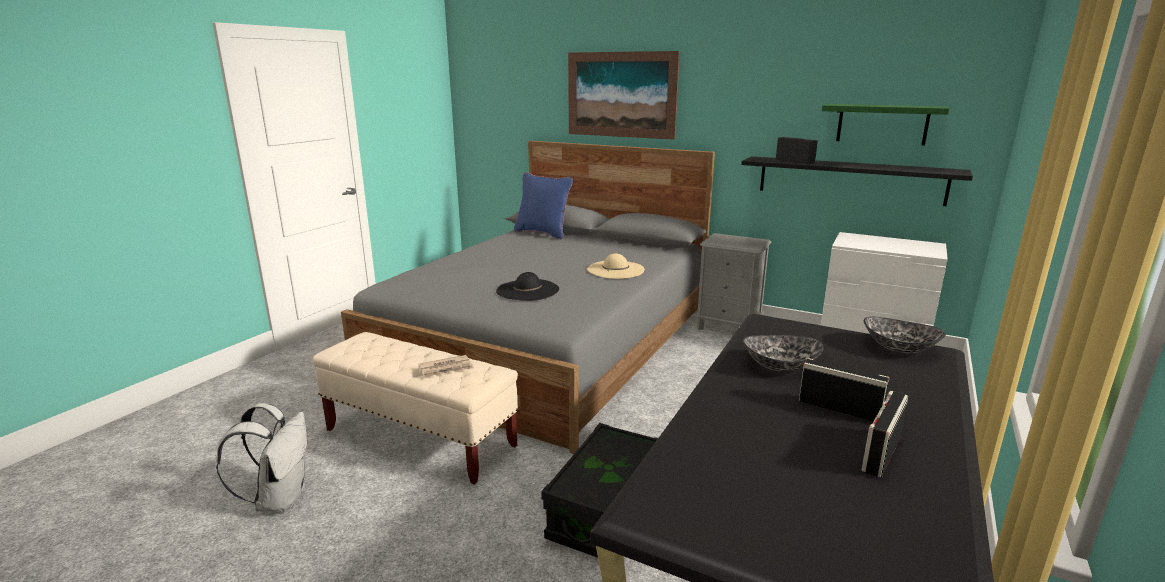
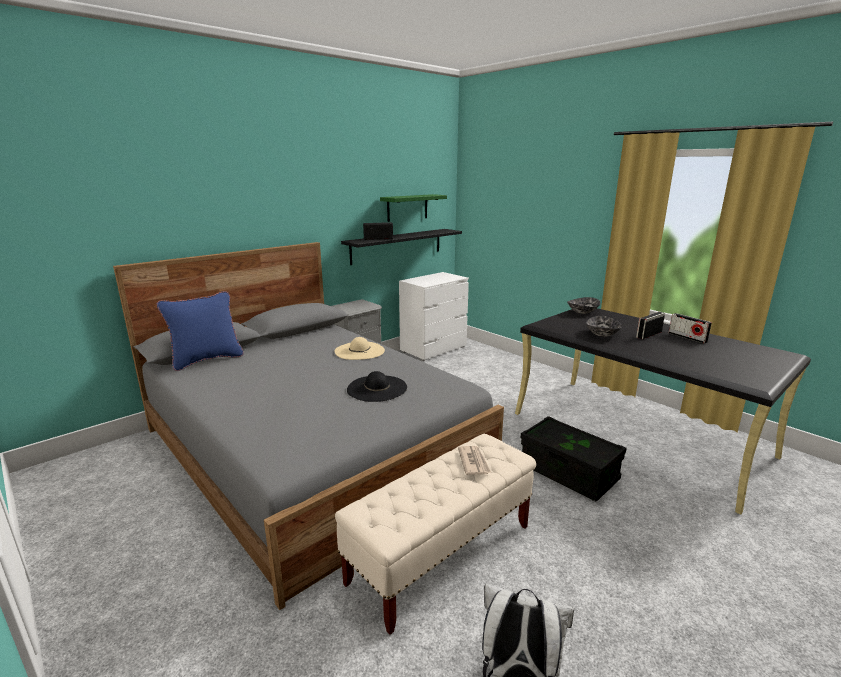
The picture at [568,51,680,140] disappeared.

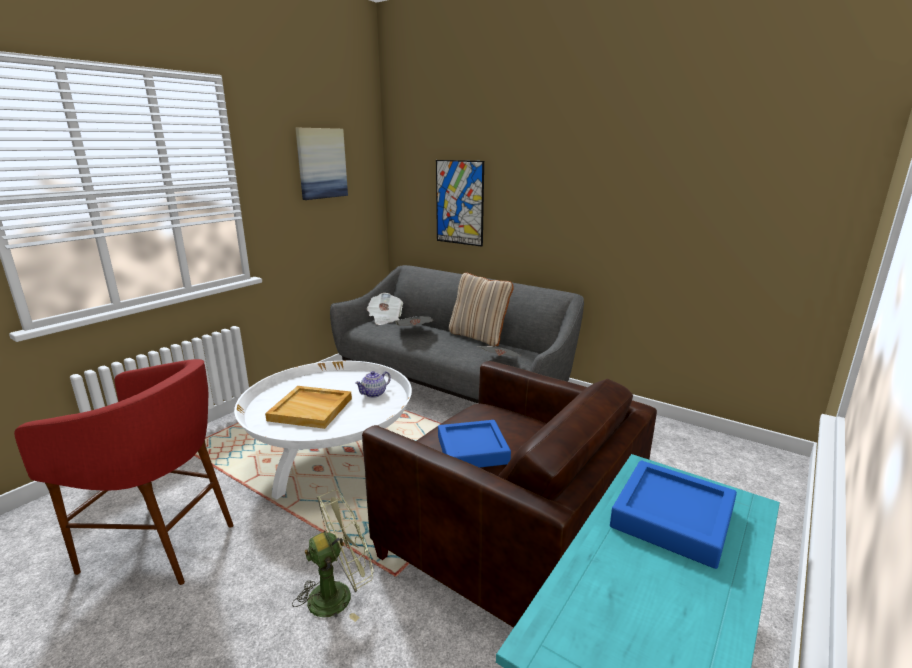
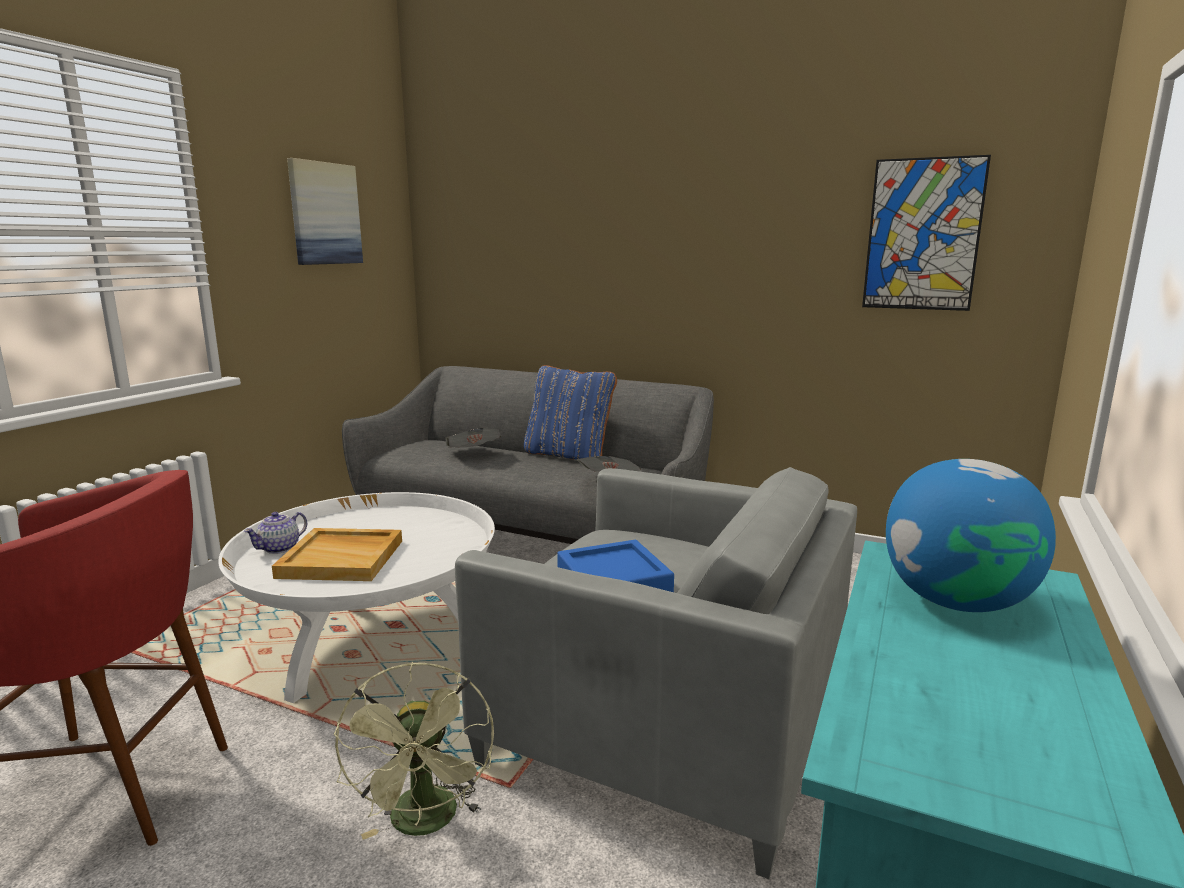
The teapot moved from [355,371,391,398] to [244,512,307,554].
The green fan at [292,490,374,622] turned 120 degrees clockwise.
The brown armchair at [362,361,657,628] became the grey armchair at [455,467,857,879].
The beige pillow at [449,272,514,346] became the blue pillow at [524,365,617,460].
The picture moved from [436,160,484,247] to [862,155,991,311].
The blue tray at [610,460,737,569] was replaced by the globe at [886,459,1056,612].
The newspaper at [367,293,403,325] disappeared.

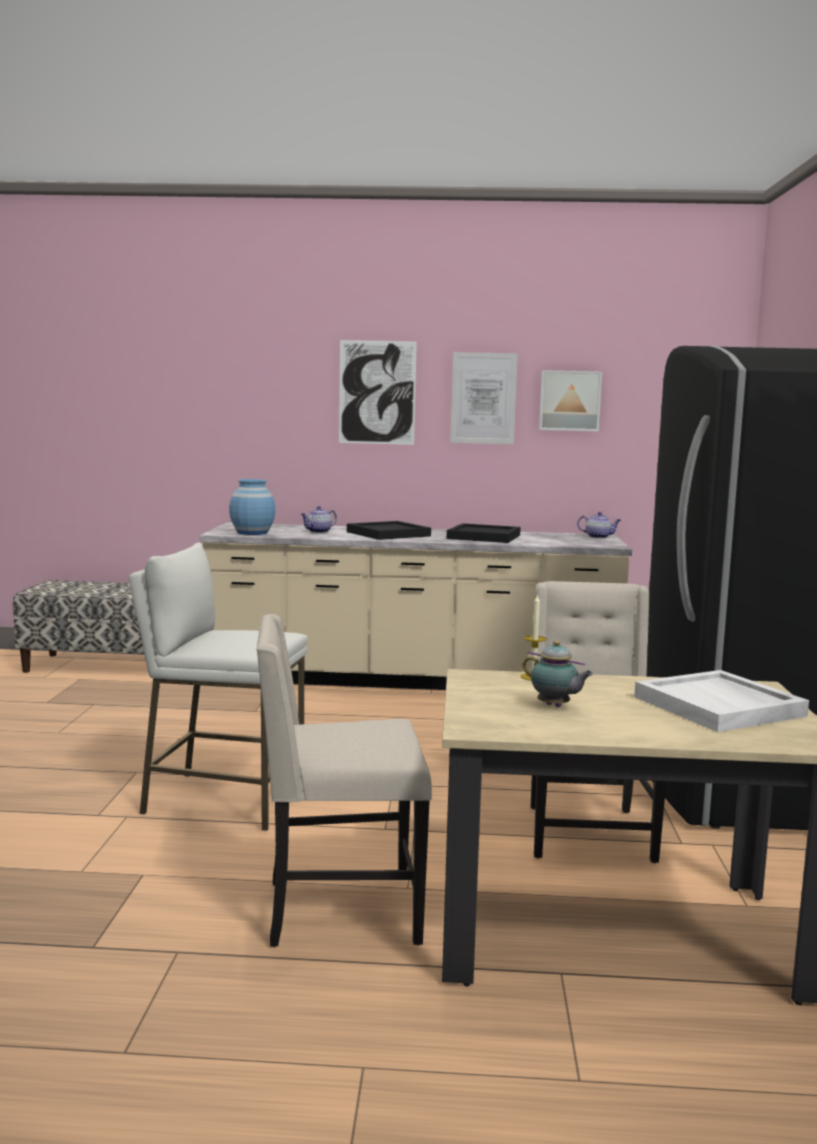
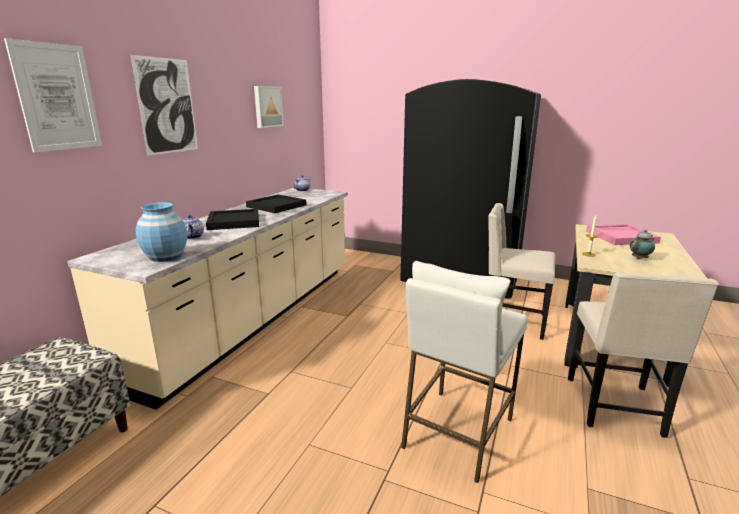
The picture moved from [450,352,518,444] to [4,38,102,153].
The white tray at [634,670,809,732] became the pink tray at [586,224,661,245].

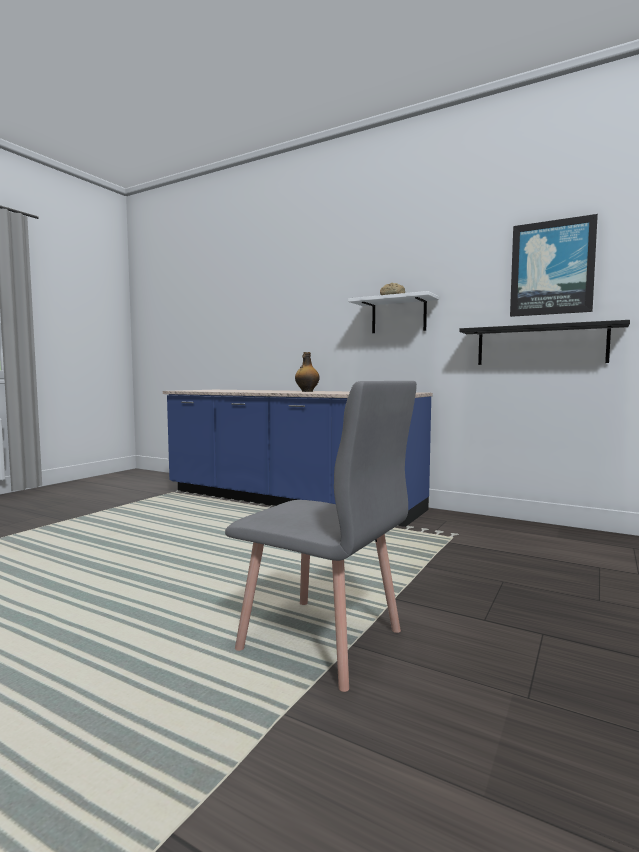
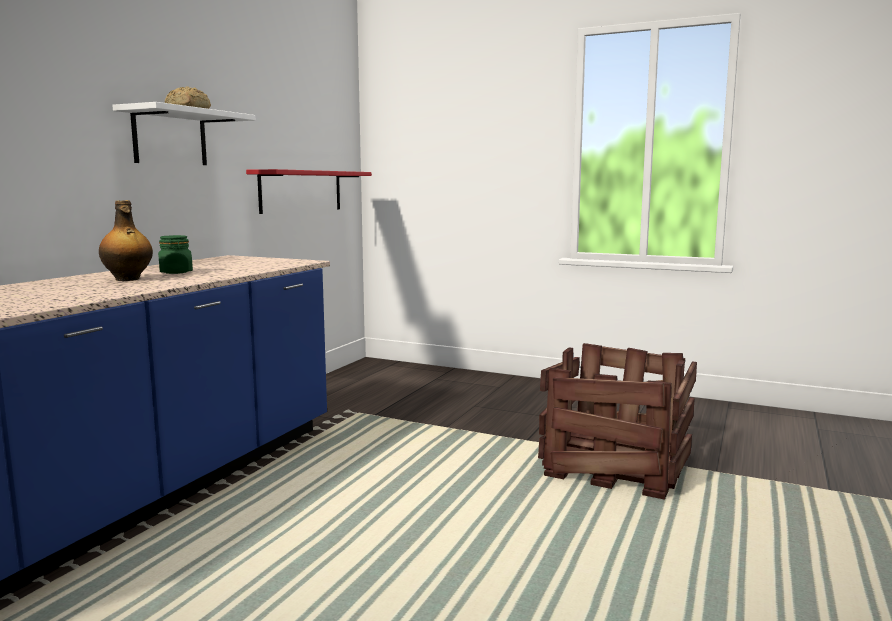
The green jar at [158,235,193,274] appeared.
The black shelf at [459,320,630,365] became the red shelf at [246,169,372,214].
The grey chair at [225,381,417,692] was replaced by the crate at [538,343,697,500].
The picture at [510,214,598,317] disappeared.

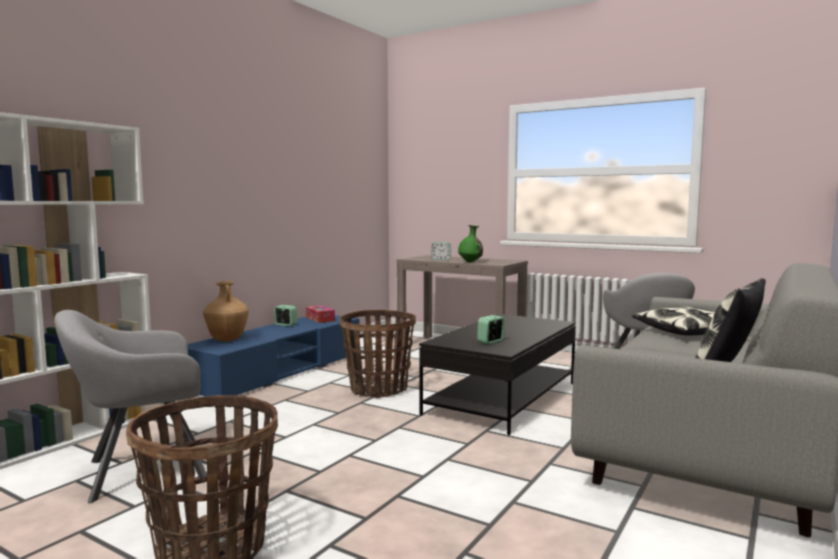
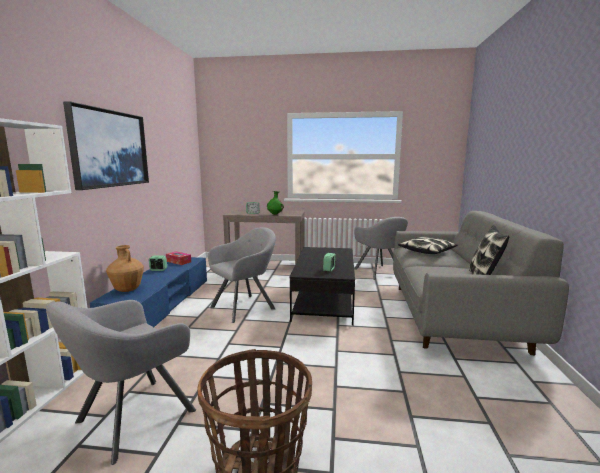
The picture at [63,101,149,190] appeared.
The basket at [339,310,416,398] was replaced by the grey armchair at [208,227,276,323].

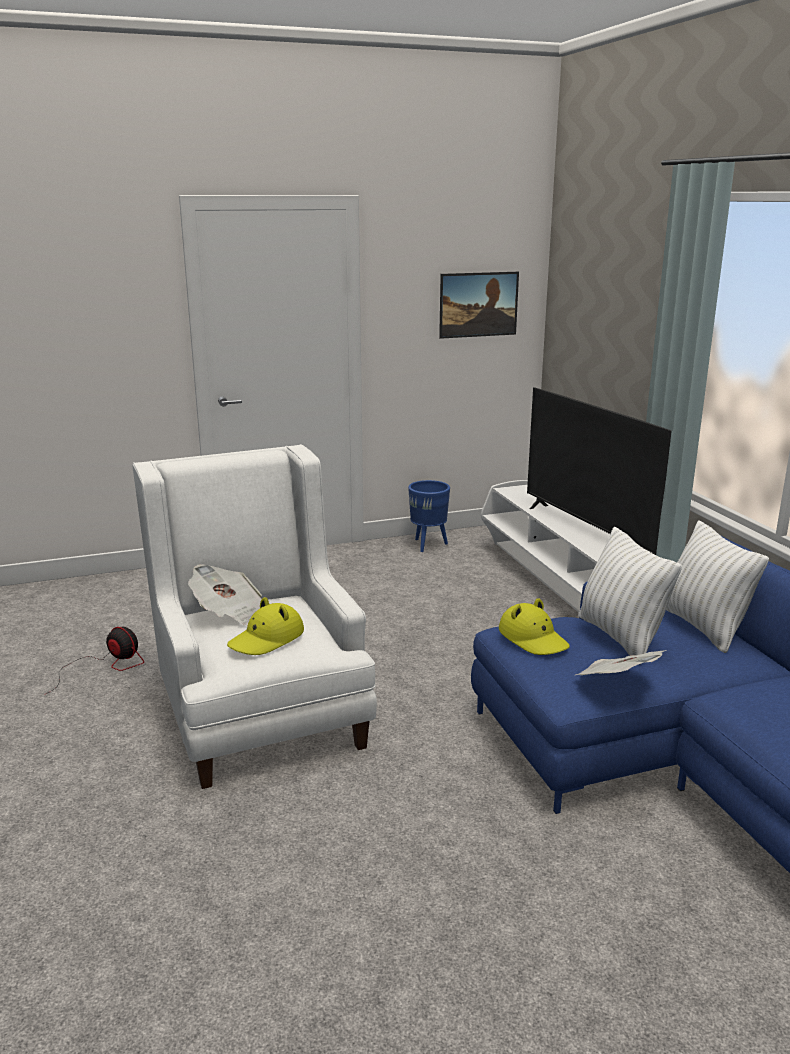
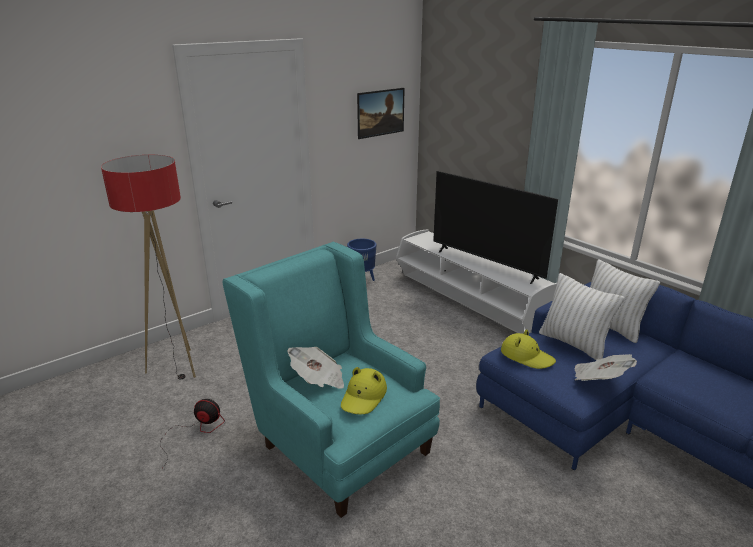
The floor lamp at [101,155,196,379] appeared.
The white armchair at [133,444,377,789] became the turquoise armchair at [222,242,440,518].

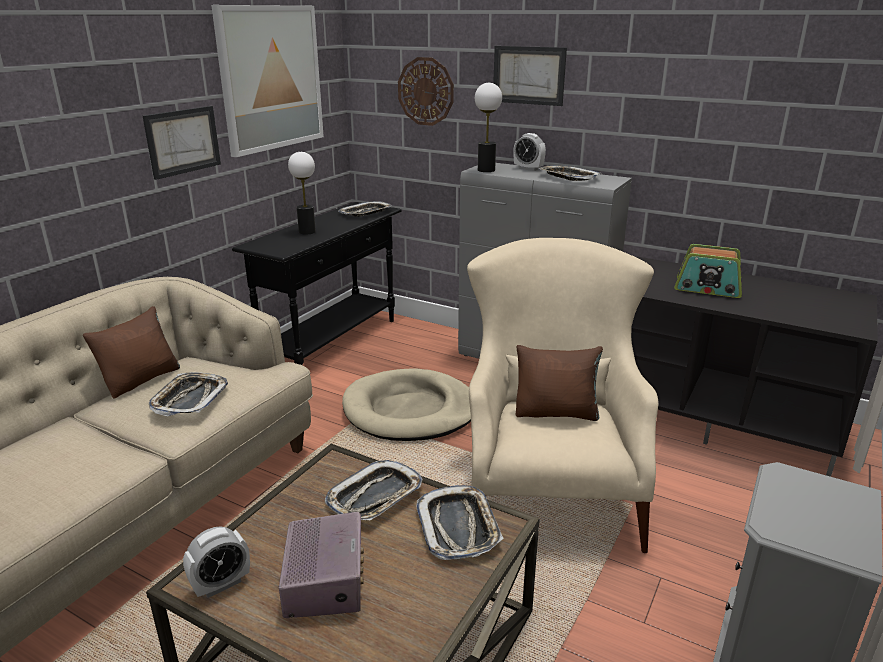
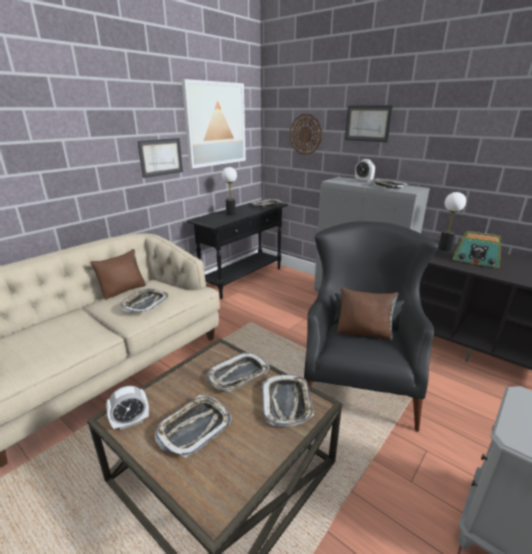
The radio at [278,512,364,618] was replaced by the tray at [155,395,232,458].
The beige armchair at [467,238,658,553] became the black armchair at [304,221,438,432].
The table lamp moved from [475,83,502,172] to [438,192,466,251].
The beige dog bed at [342,368,471,441] disappeared.

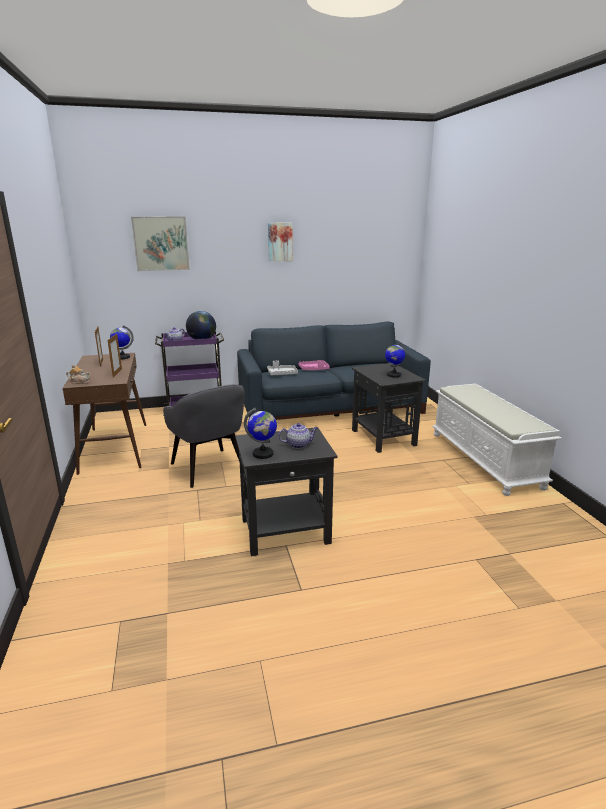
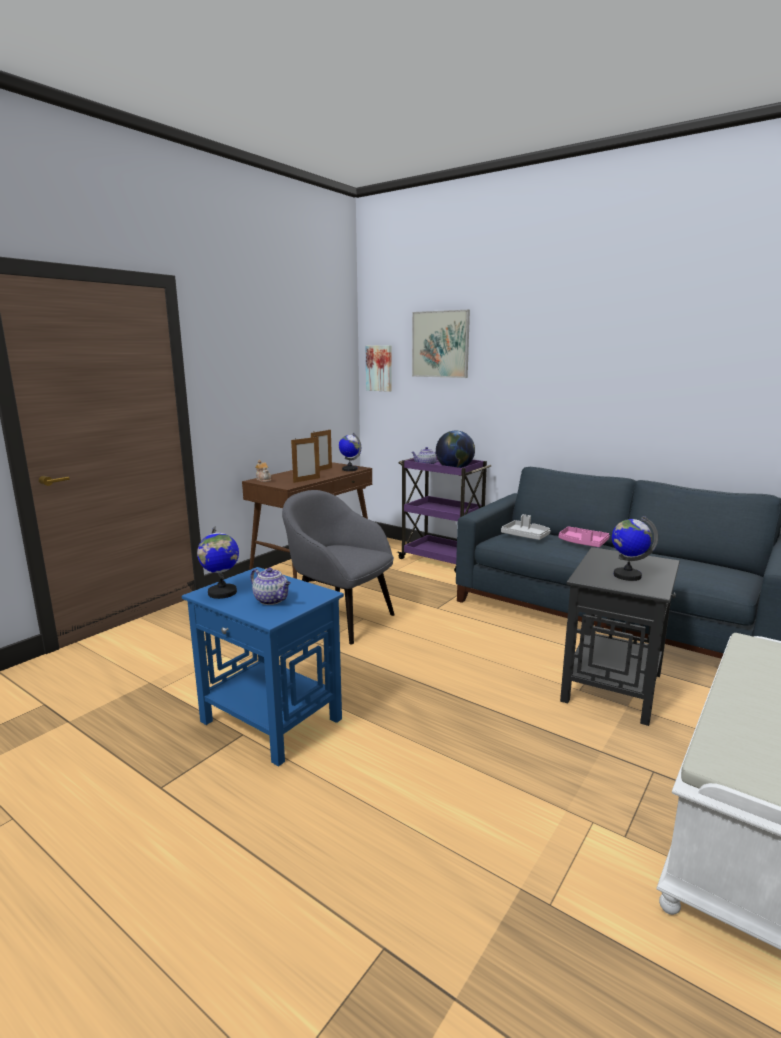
The black side table at [235,428,337,556] became the blue side table at [182,567,344,767].
The grey armchair at [163,384,244,488] turned 105 degrees clockwise.
The picture moved from [268,223,293,262] to [366,345,392,392].

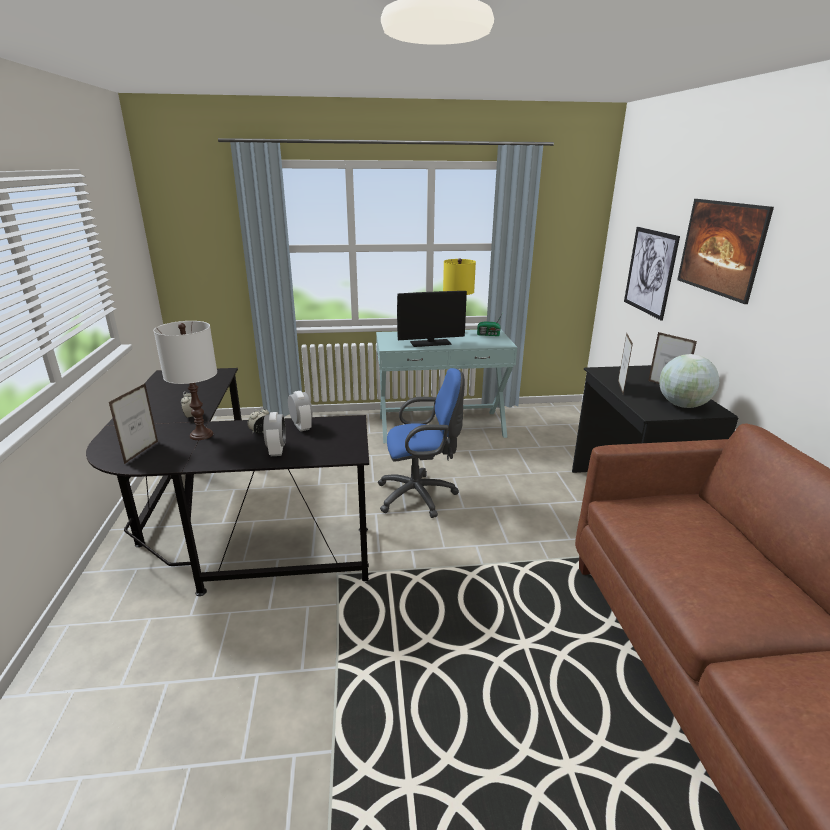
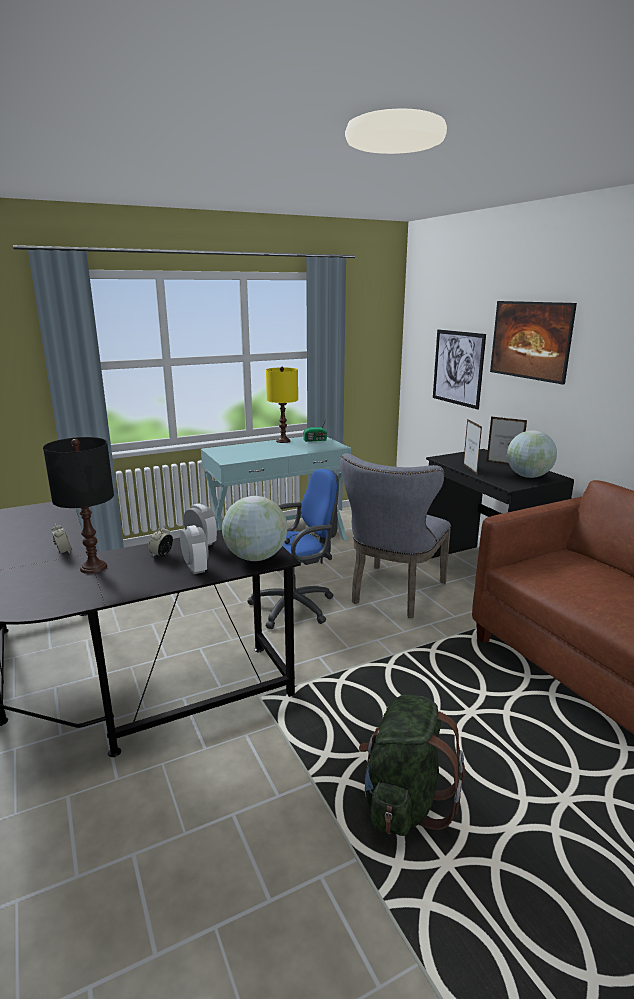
The white table lamp at [154,321,217,440] became the black table lamp at [43,437,114,574].
The globe at [222,496,287,561] appeared.
The grey chair at [340,453,451,618] appeared.
The green backpack at [359,695,465,836] appeared.
The picture frame at [109,383,158,464] disappeared.
The monitor at [397,291,467,347] disappeared.

